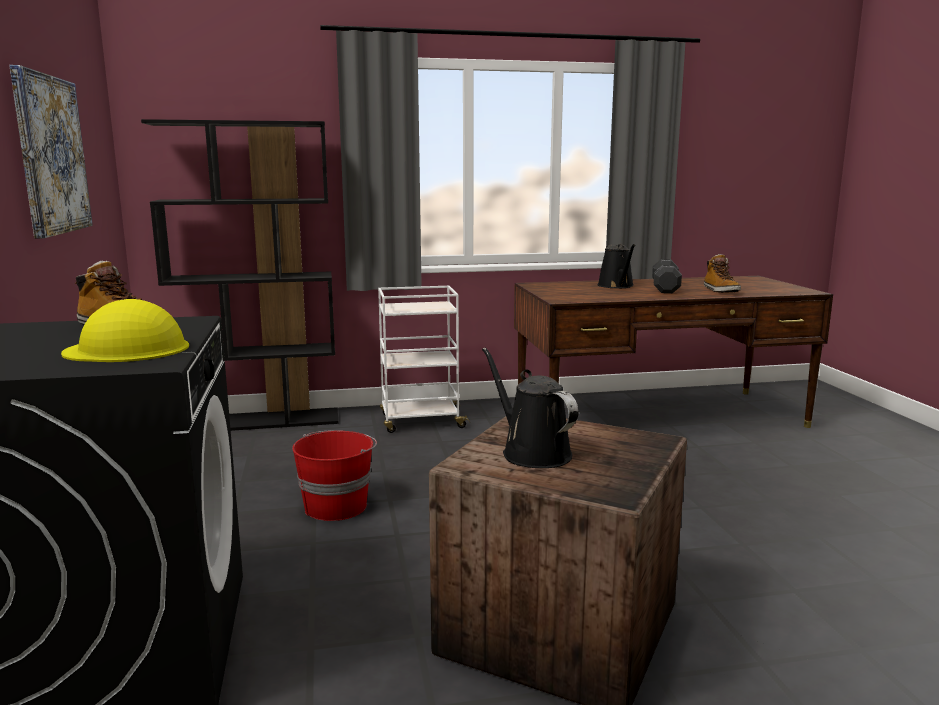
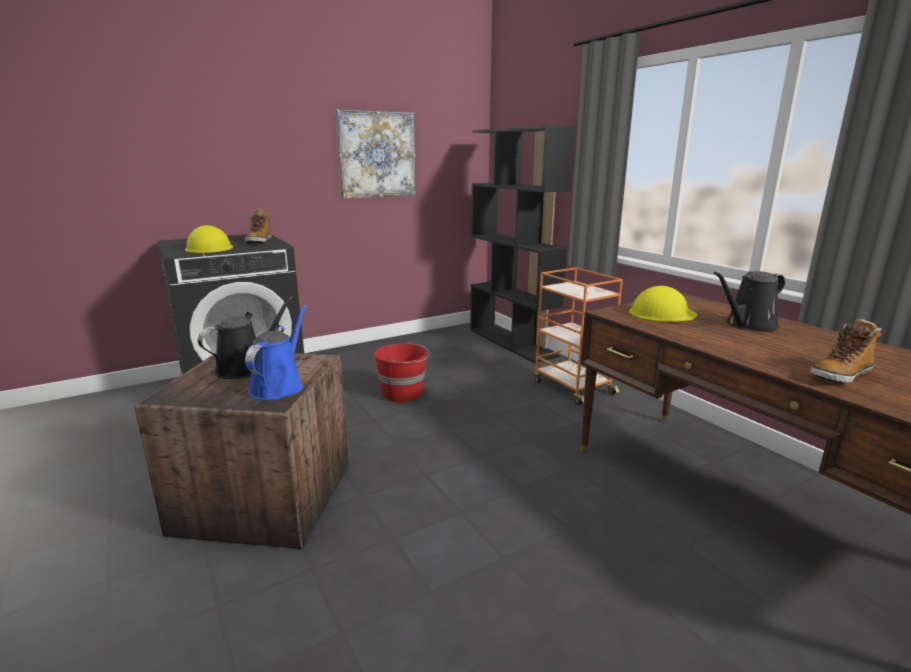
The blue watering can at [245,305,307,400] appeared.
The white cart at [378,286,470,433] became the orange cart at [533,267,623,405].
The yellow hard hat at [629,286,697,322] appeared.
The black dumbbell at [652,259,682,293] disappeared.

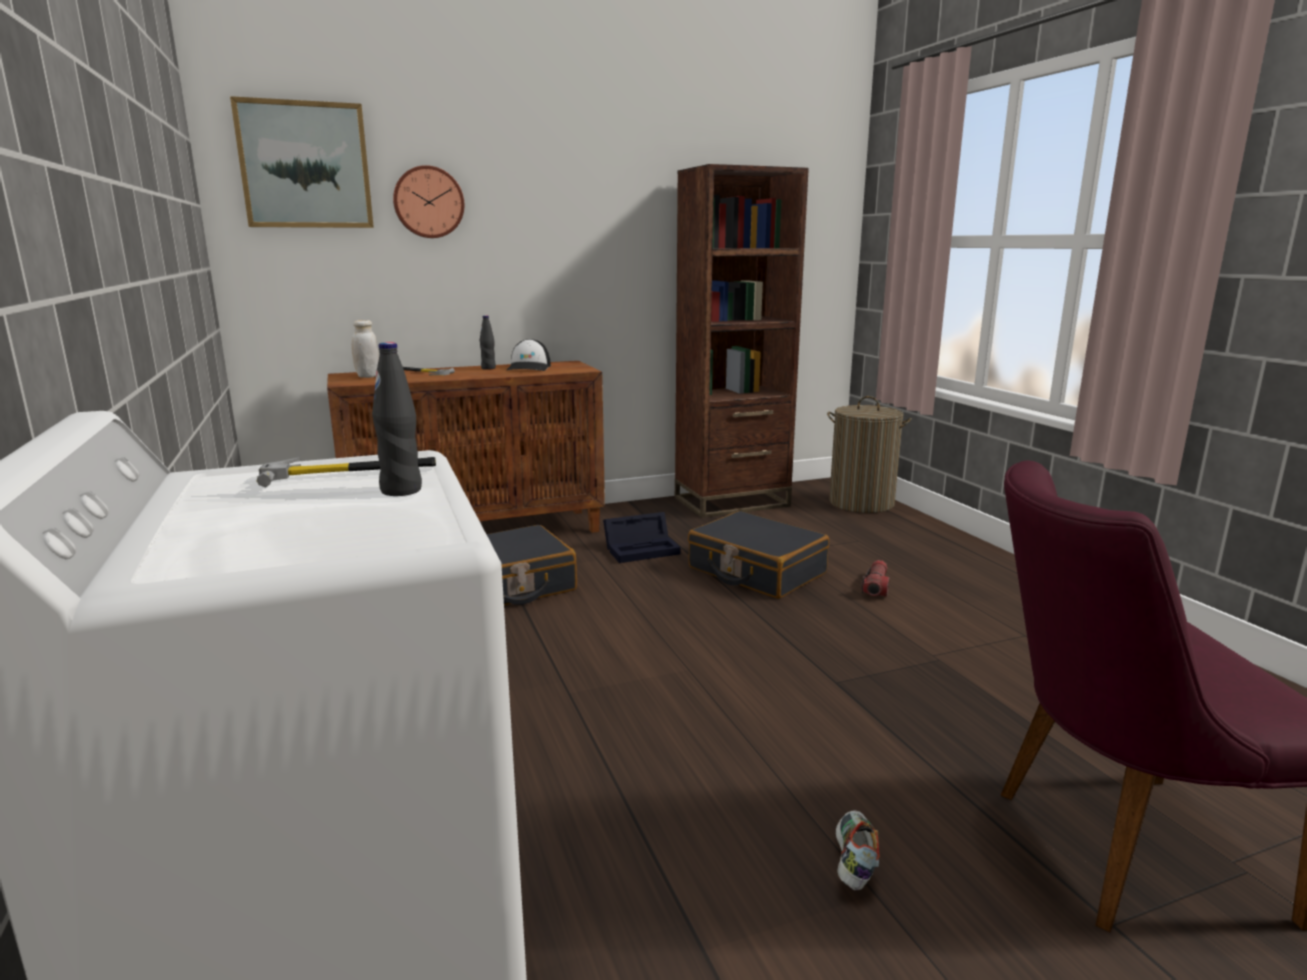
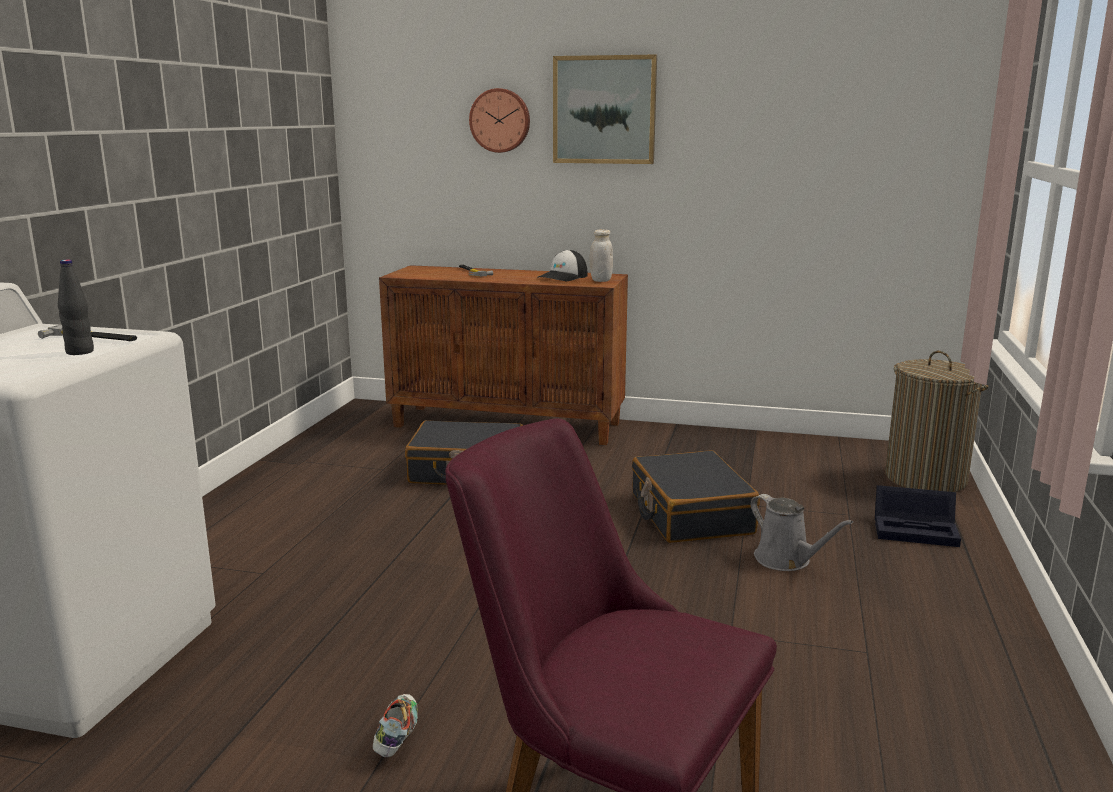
The shoe at [836,810,879,890] turned 45 degrees counterclockwise.
The picture moved from [230,96,374,228] to [553,54,657,164].
The white jar moved from [351,320,379,378] to [590,229,613,282].
The flashlight at [861,560,889,596] was replaced by the grey watering can at [750,494,853,571].
The black storage box moved from [603,512,681,563] to [875,485,961,547].
The black bottle at [480,315,496,370] disappeared.
The brown bookcase at [675,164,809,518] disappeared.

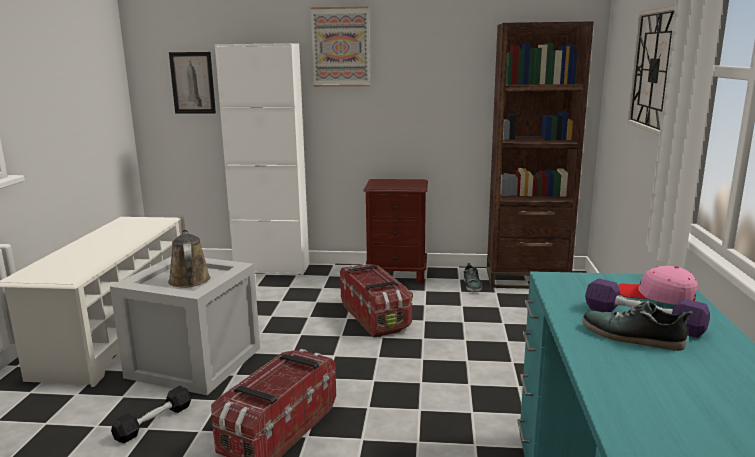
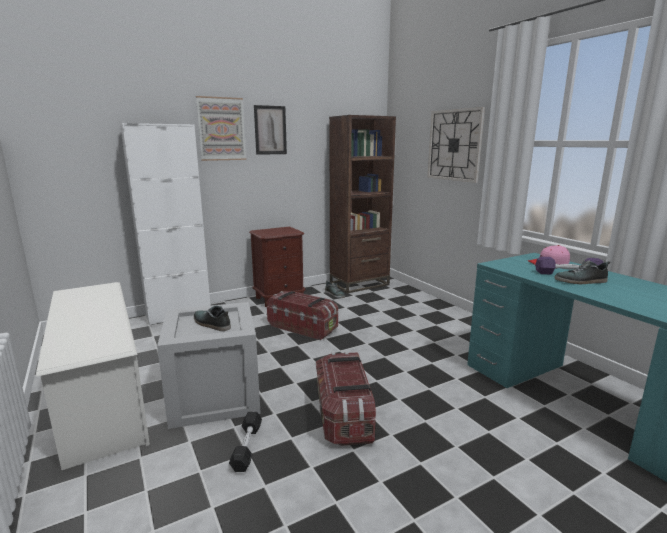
The brown watering can at [168,215,211,287] was replaced by the shoe at [194,306,231,331].
The picture moved from [169,52,216,113] to [254,105,287,155].

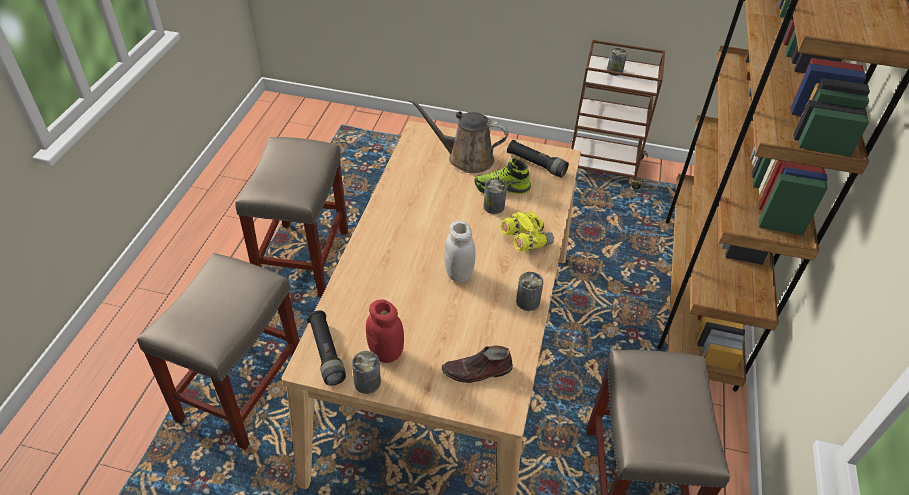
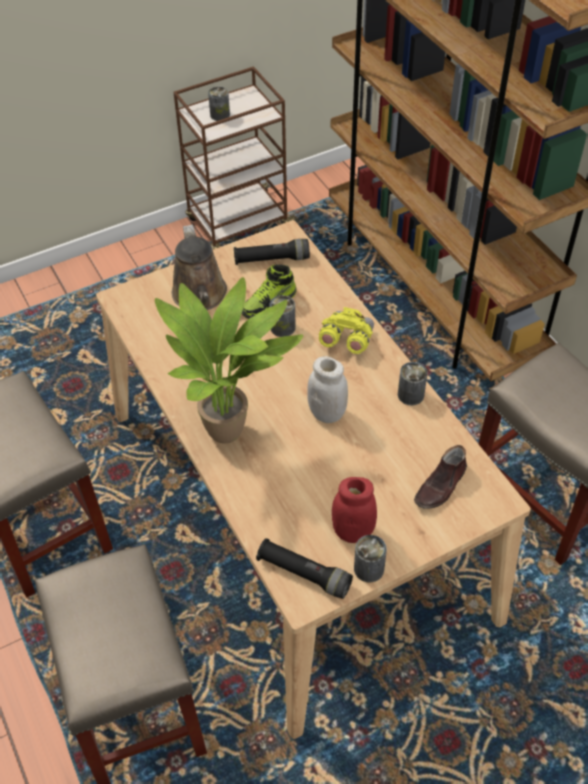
The potted plant at [155,277,303,444] appeared.
The brown watering can at [409,99,509,173] turned 75 degrees counterclockwise.

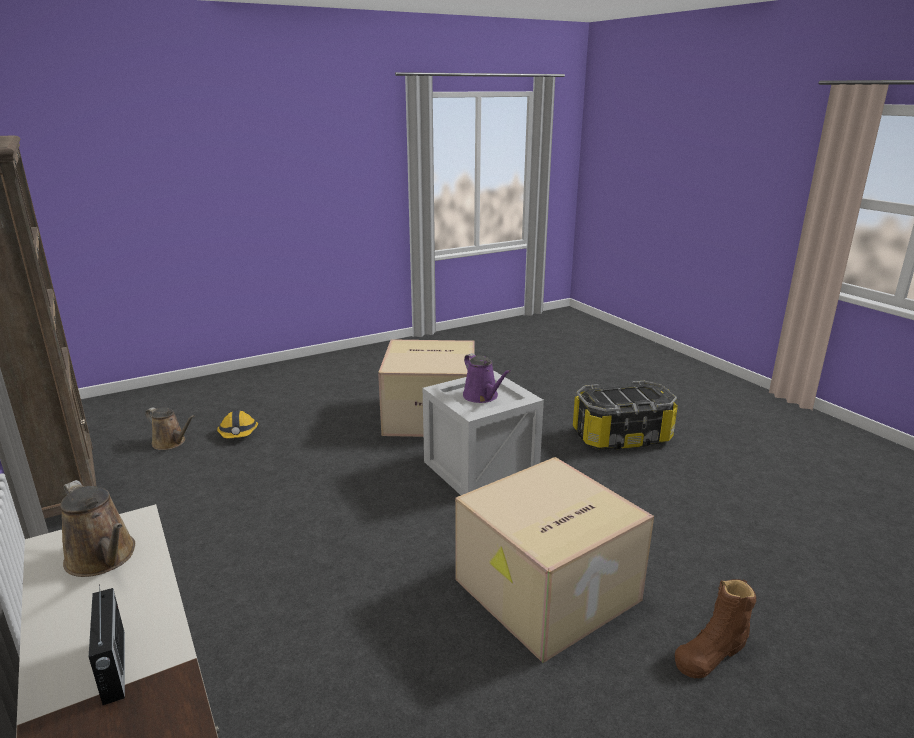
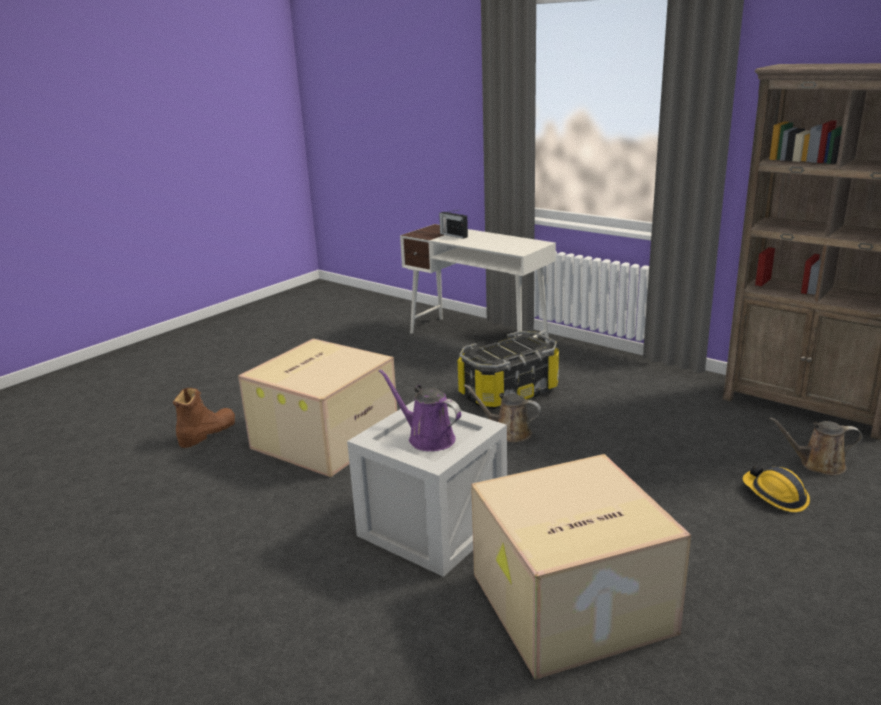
The storage box moved from [573,381,678,450] to [458,331,559,409].
The brown watering can moved from [60,480,135,577] to [464,384,541,442].

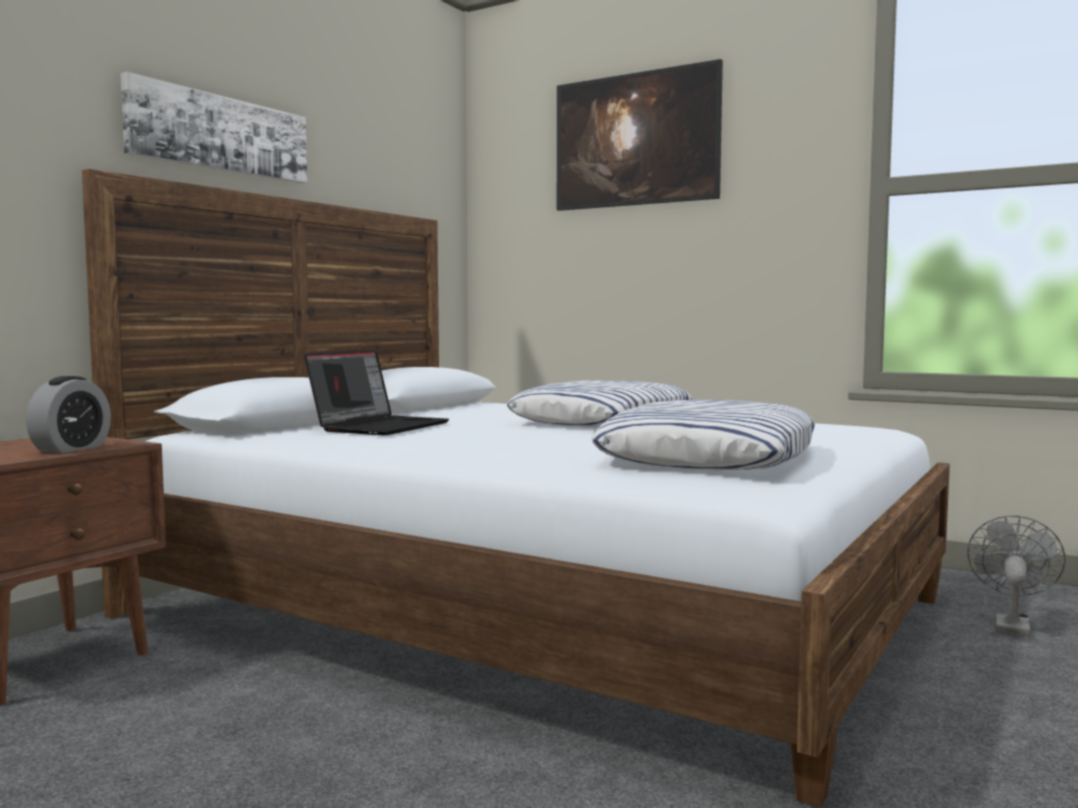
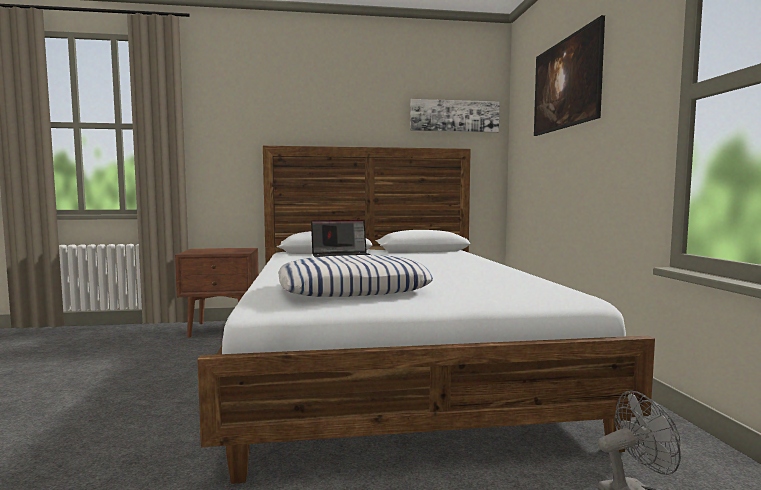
The picture moved from [120,72,307,183] to [410,99,500,133].
The alarm clock at [26,376,111,453] disappeared.
The pillow at [507,380,694,427] disappeared.

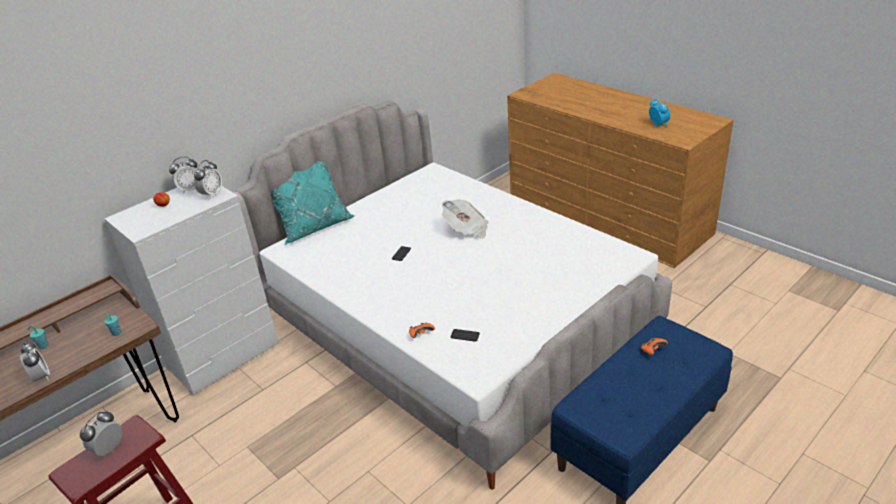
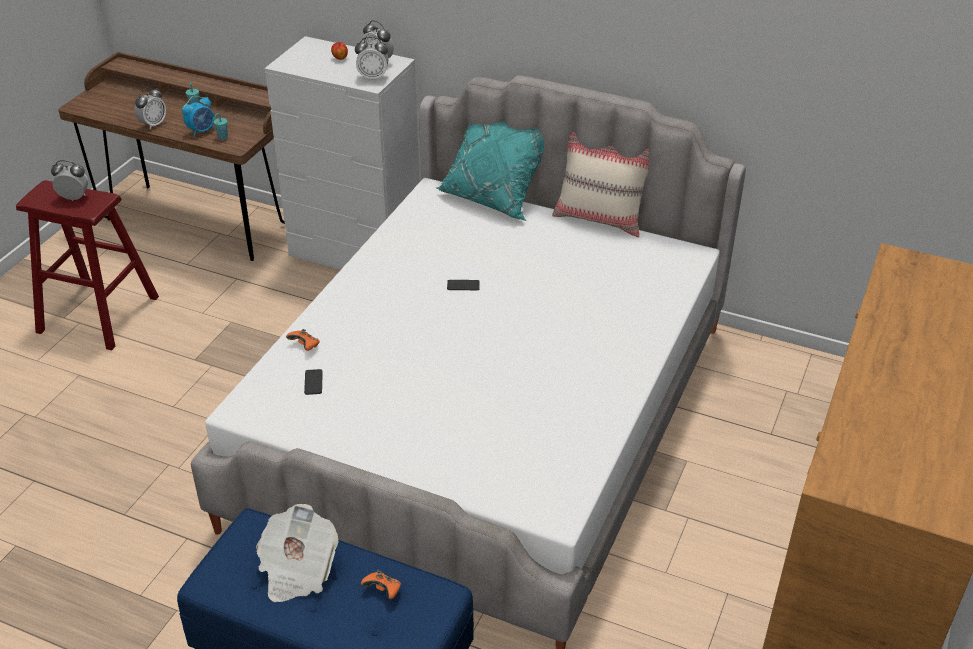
The alarm clock moved from [649,99,670,127] to [182,96,214,137].
The newspaper moved from [442,199,489,239] to [256,504,339,602].
The beige pillow at [552,132,649,237] appeared.

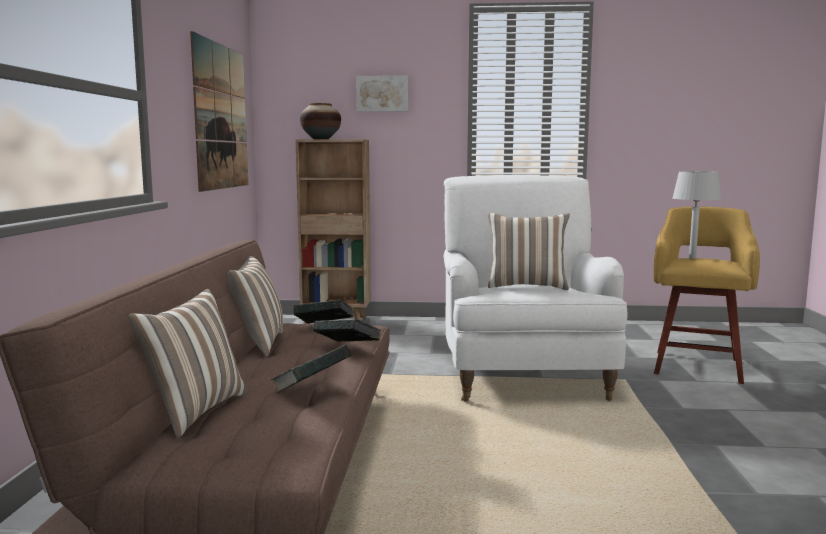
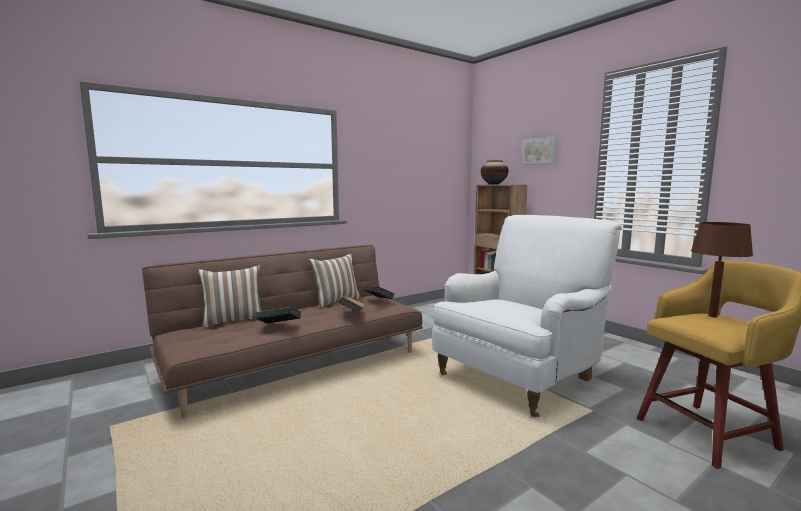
The grey table lamp at [673,171,722,259] became the brown table lamp at [691,222,753,318].
The picture at [190,31,248,192] disappeared.
The pillow at [488,212,570,290] disappeared.

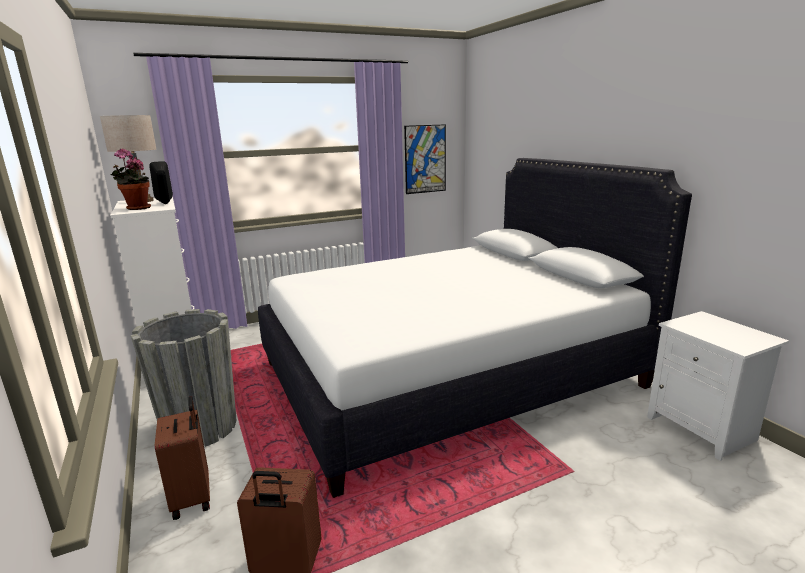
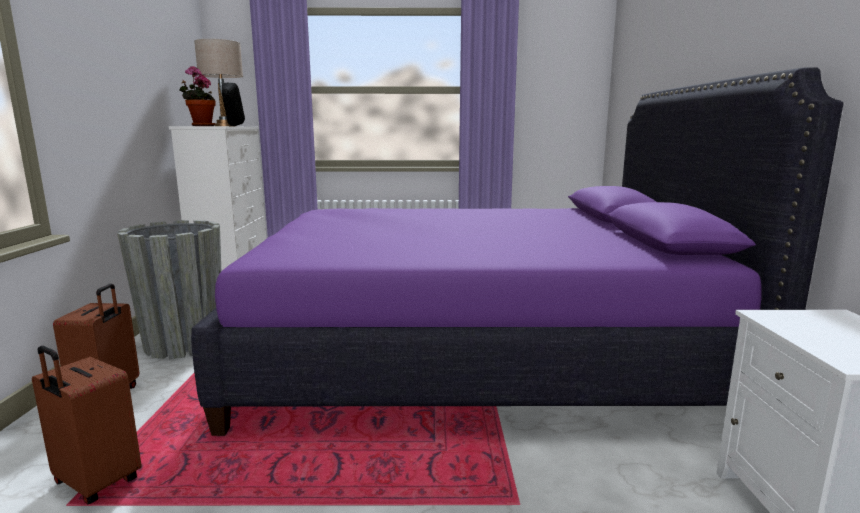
The white bed at [258,158,692,498] became the purple bed at [191,67,843,436].
The picture at [404,124,446,194] disappeared.

